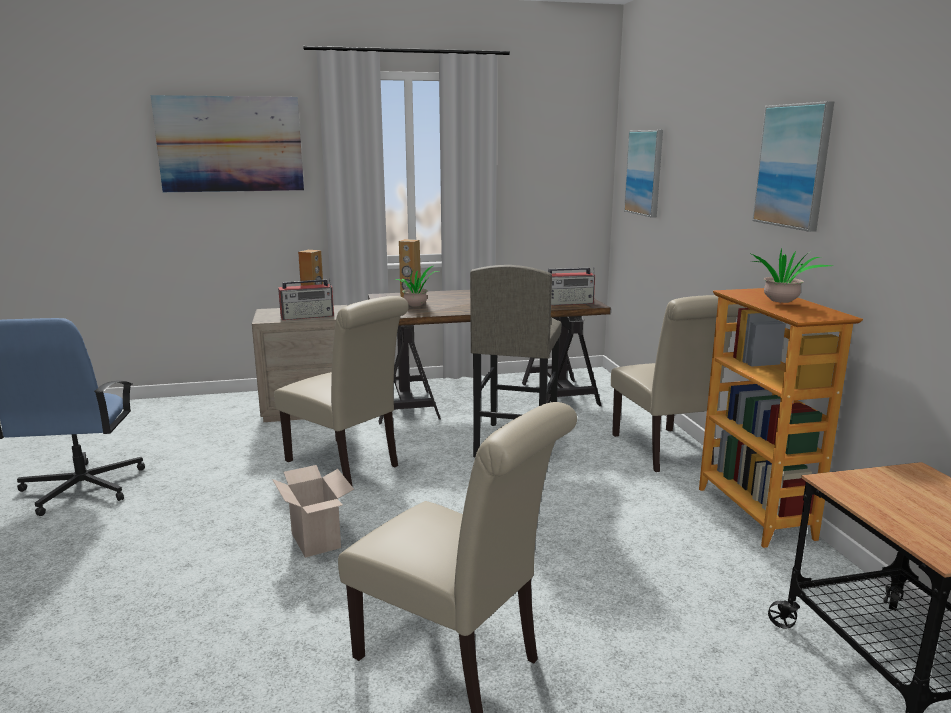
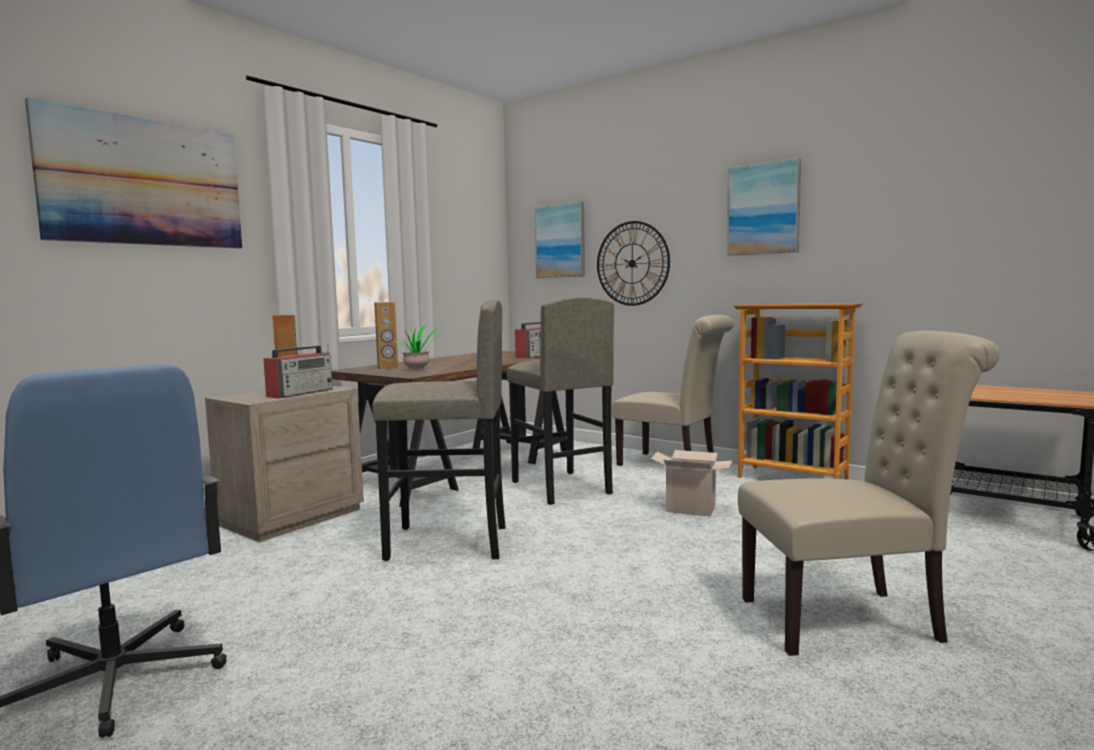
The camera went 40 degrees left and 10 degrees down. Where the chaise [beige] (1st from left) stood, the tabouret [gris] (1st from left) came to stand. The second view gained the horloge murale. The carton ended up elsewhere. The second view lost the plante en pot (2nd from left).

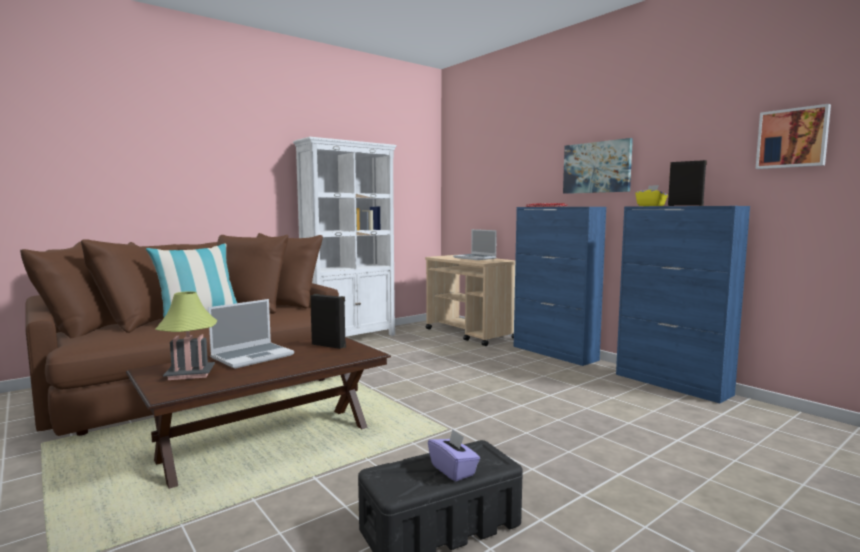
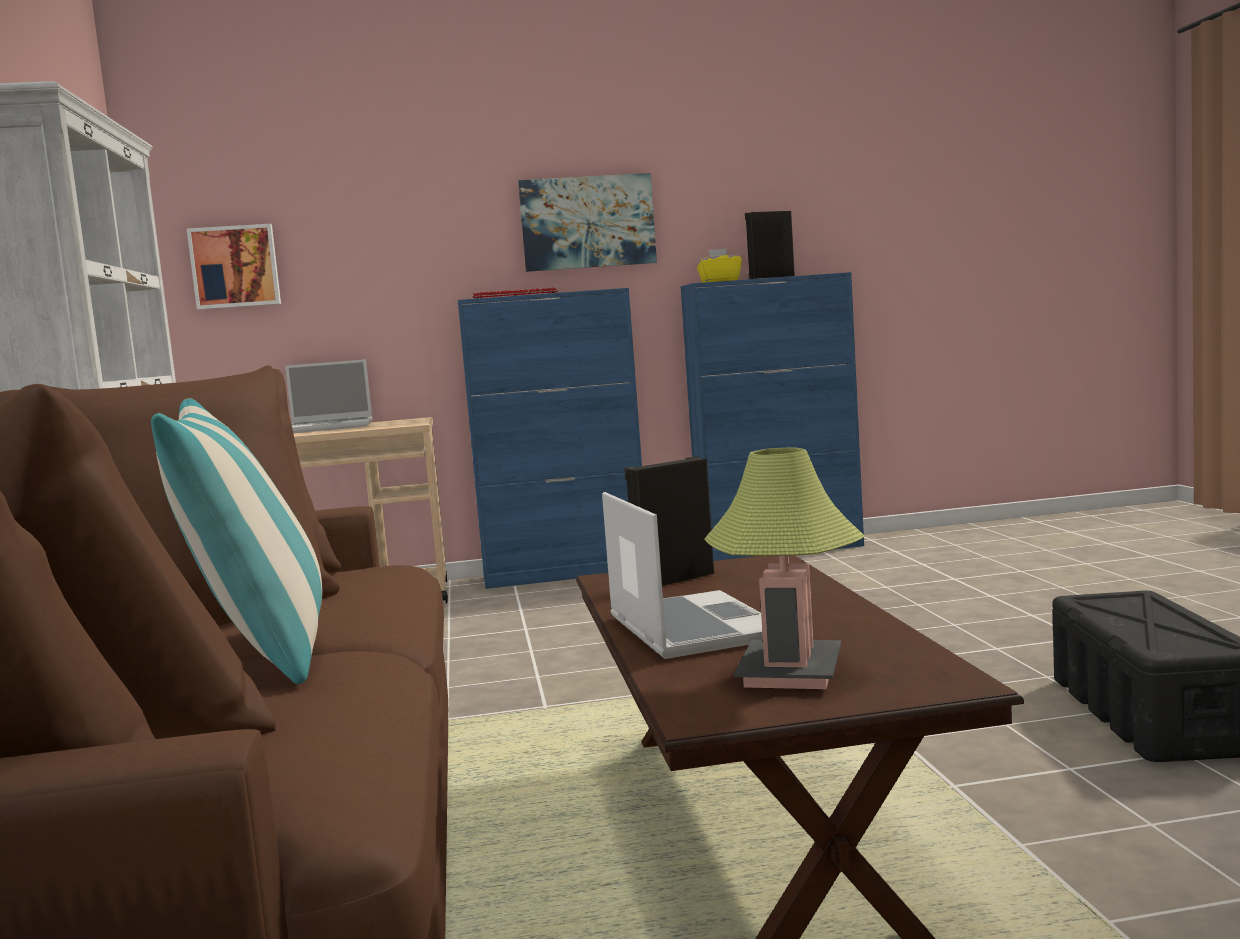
The camera went 60 degrees left and 0 degrees up. The tableau (2nd from left in the first image) ended up elsewhere. The second view lost the boîte à mouchoirs [violet].

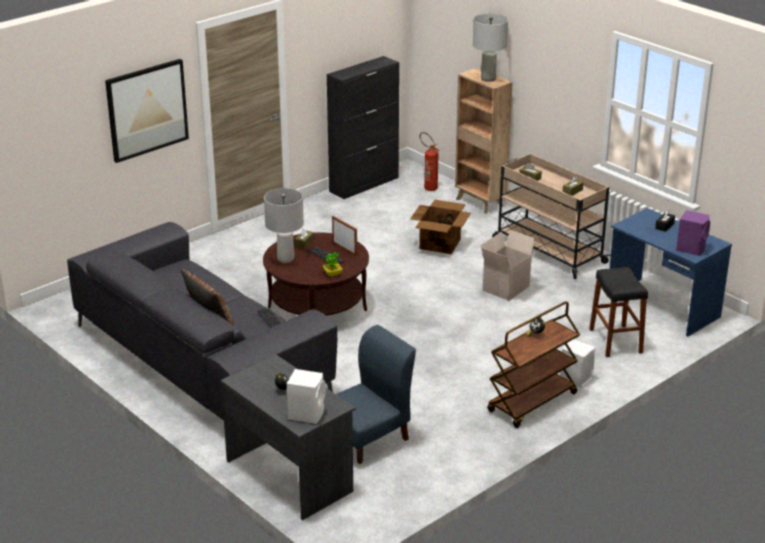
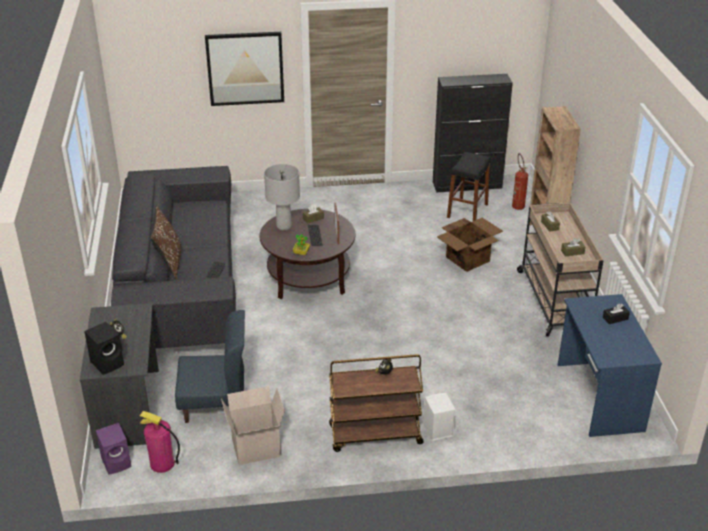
The camera went 35 degrees right and 5 degrees up. What was the enceinte [blanc] (1st from left) turned into the enceinte [noir]. The enceinte [violet] ended up elsewhere. The second view gained the extincteur (1st from left). The carton (2nd from left in the first image) ended up elsewhere. The tabouret [noir] ended up elsewhere. The second view lost the lampe de table [gris] (2nd from left).

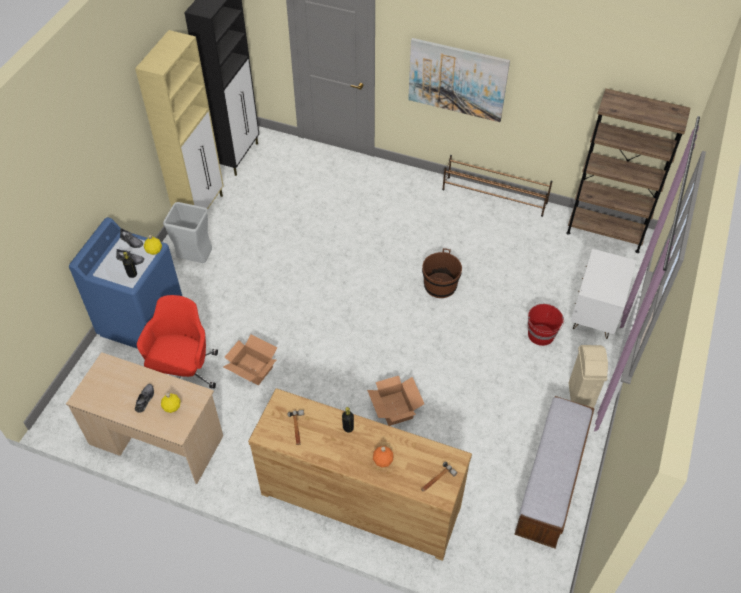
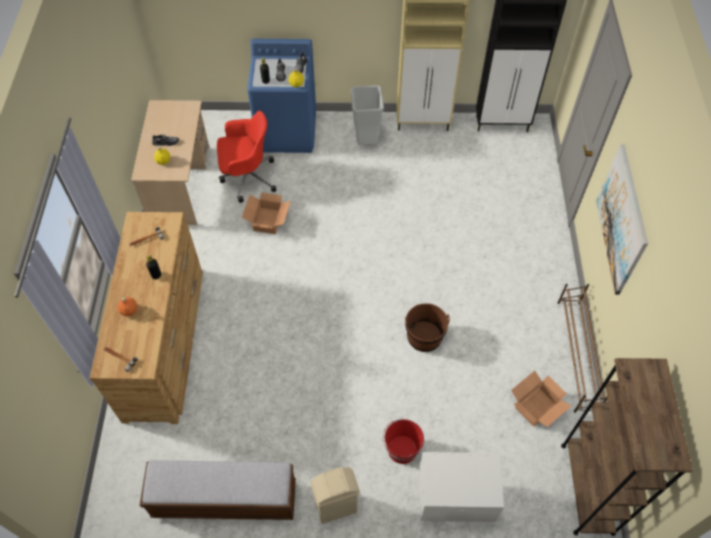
The camera went 70 degrees right and 5 degrees up. The carton (2nd from left) ended up elsewhere.

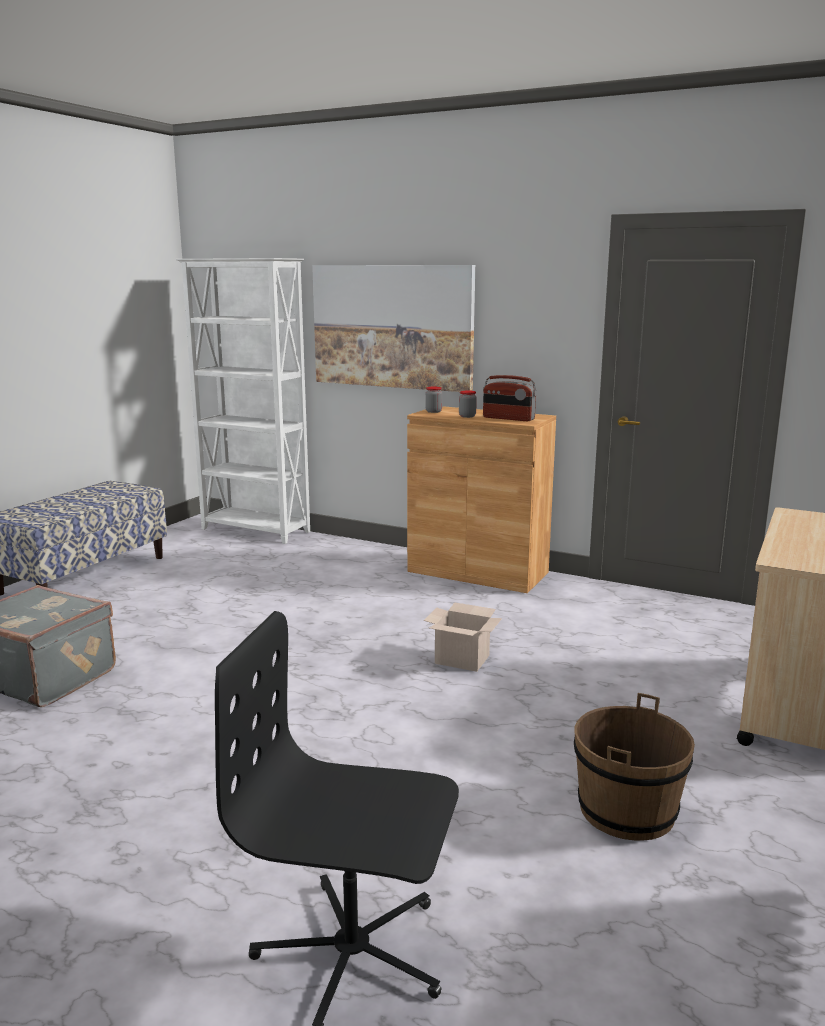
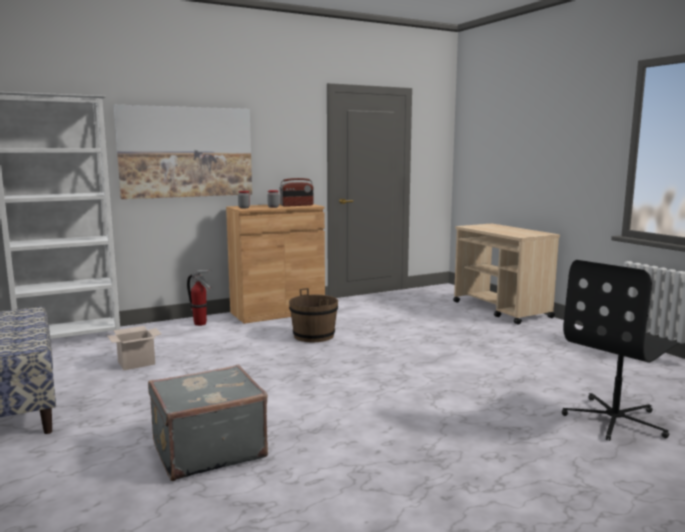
The camera went 55 degrees left and 5 degrees down. The carton ended up elsewhere. The second view gained the extincteur. The seau [marron] ended up elsewhere.

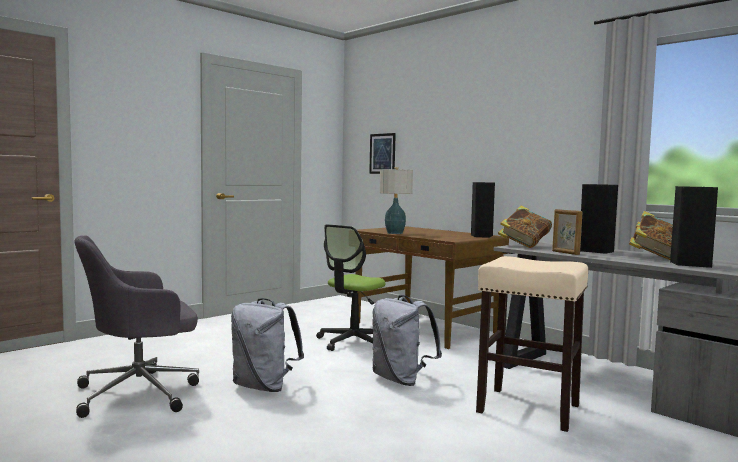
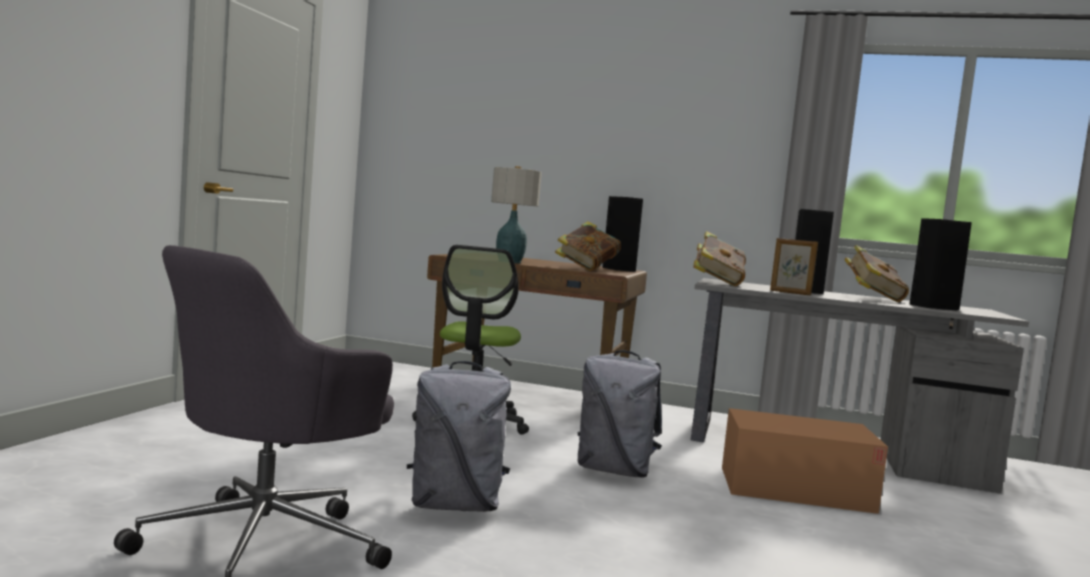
The camera went 30 degrees left and 0 degrees up. The second view gained the livre (1st from left). Where the tabouret [beige] stood, the carton came to stand. The second view lost the tableau.

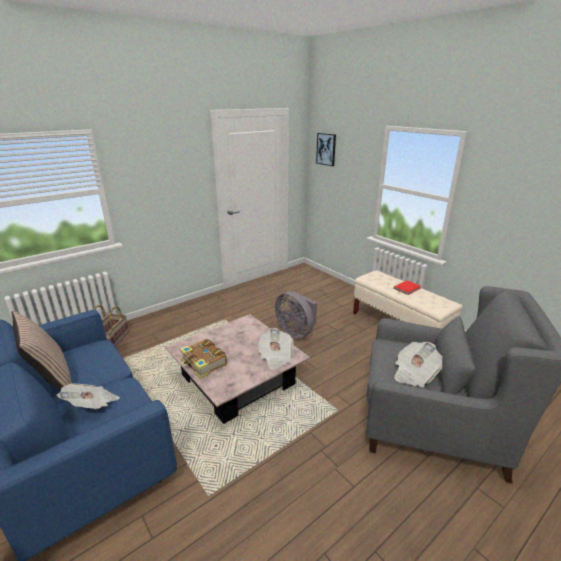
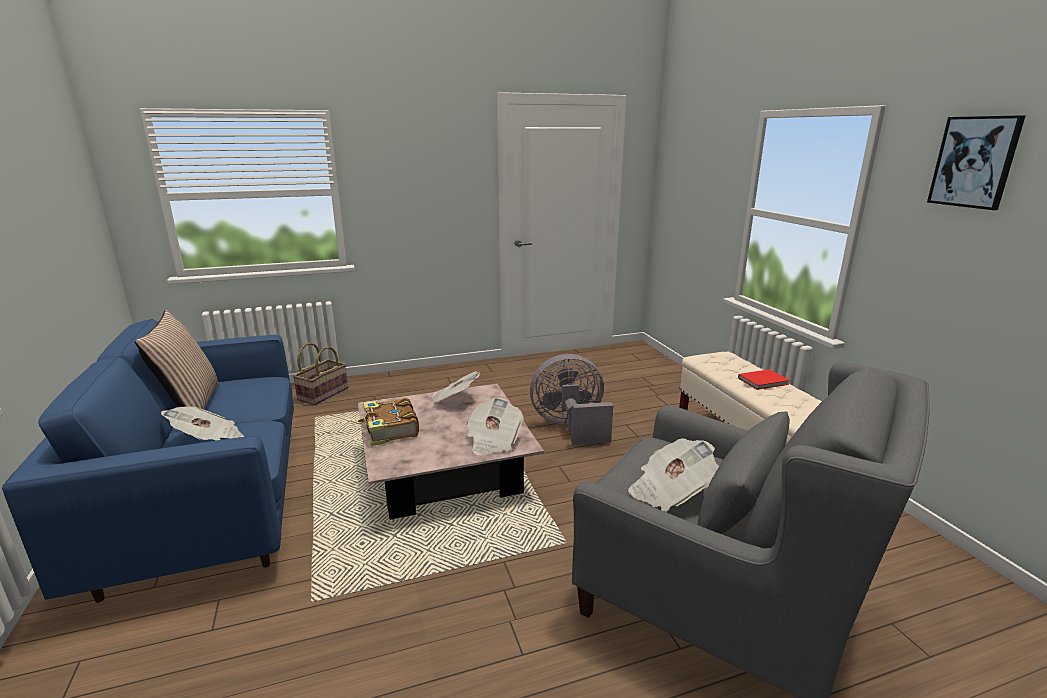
The camera went 20 degrees right and 5 degrees down. The second view gained the journal (2nd from left). The ventilateur [gris] ended up facing another way, 105 degrees clockwise from before. The tableau ended up elsewhere.

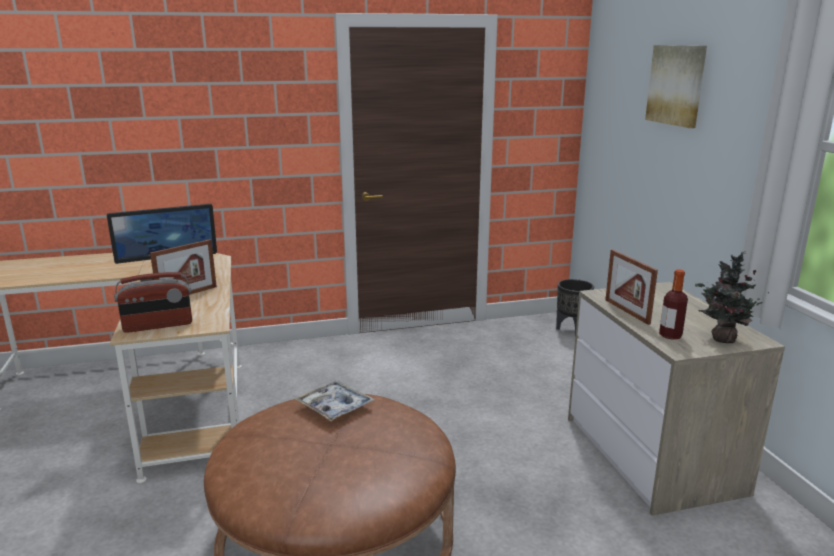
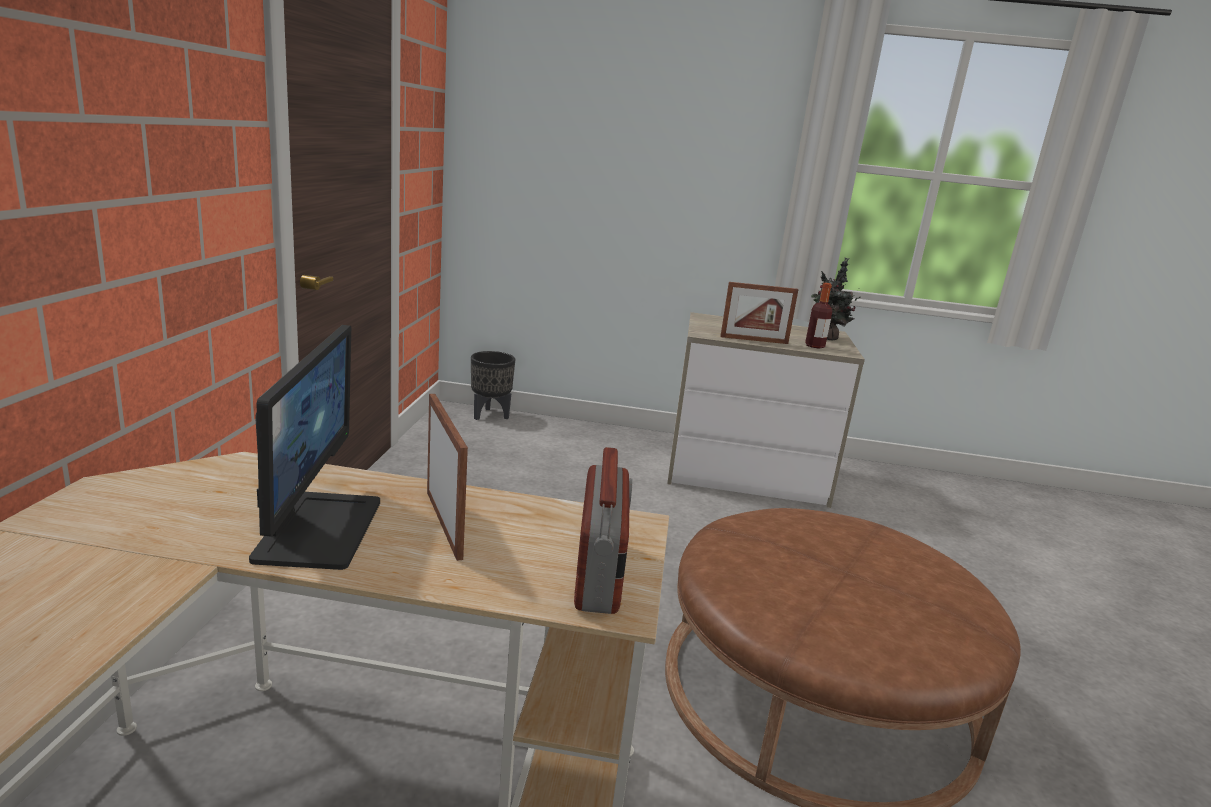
The camera went 70 degrees left and 0 degrees up. The second view lost the plateau. The second view lost the tableau.

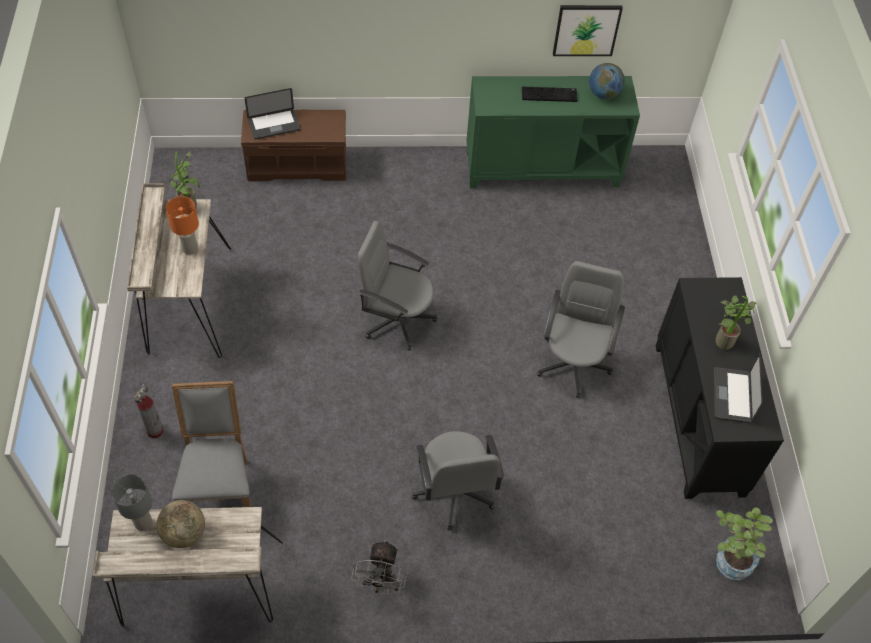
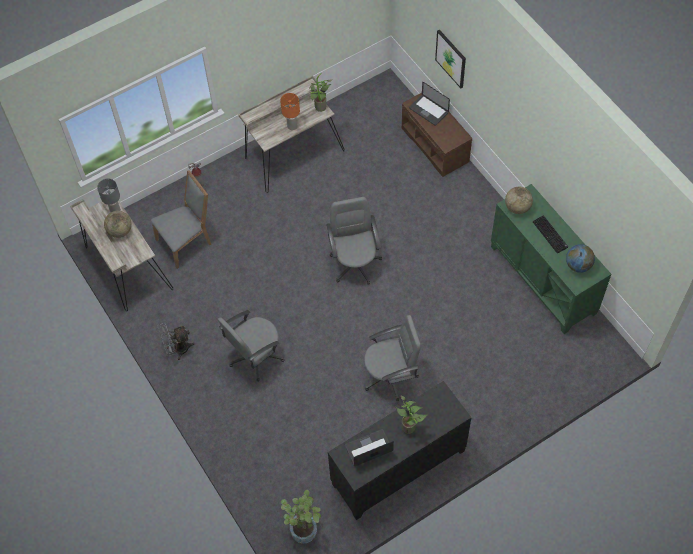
The camera went 65 degrees right and 5 degrees up. The tableau ended up elsewhere. The second view gained the globe (2nd from left).

